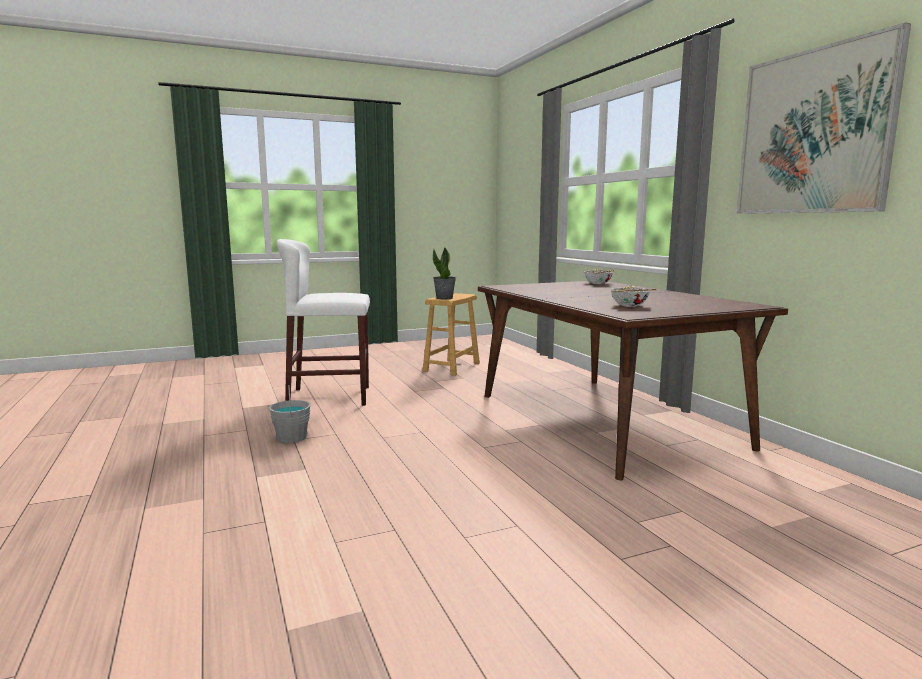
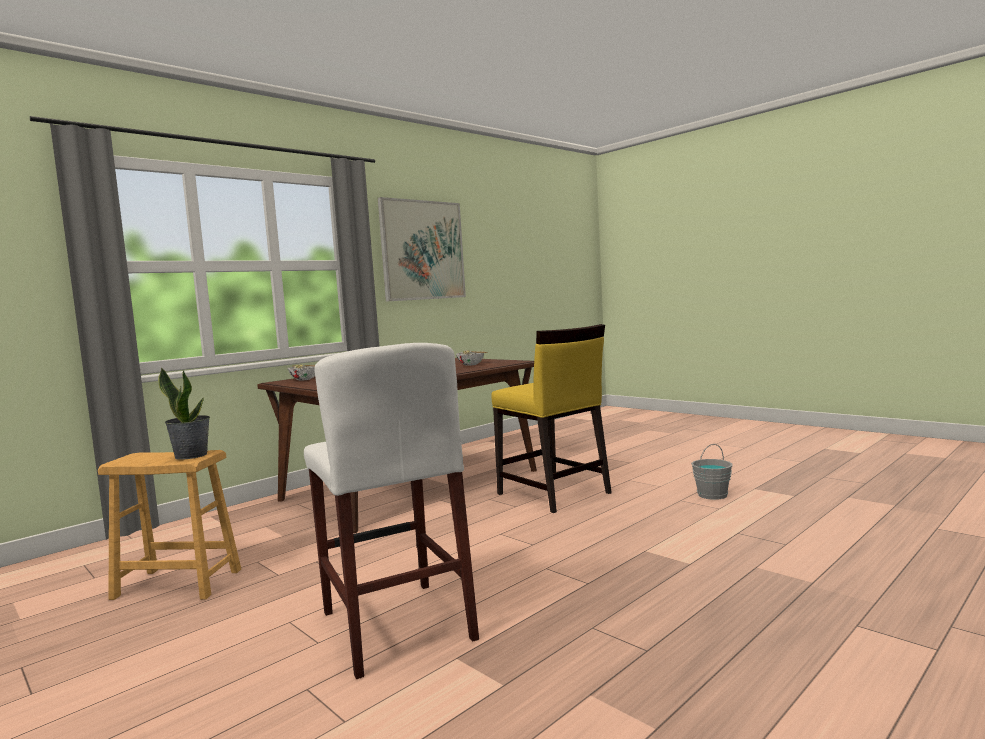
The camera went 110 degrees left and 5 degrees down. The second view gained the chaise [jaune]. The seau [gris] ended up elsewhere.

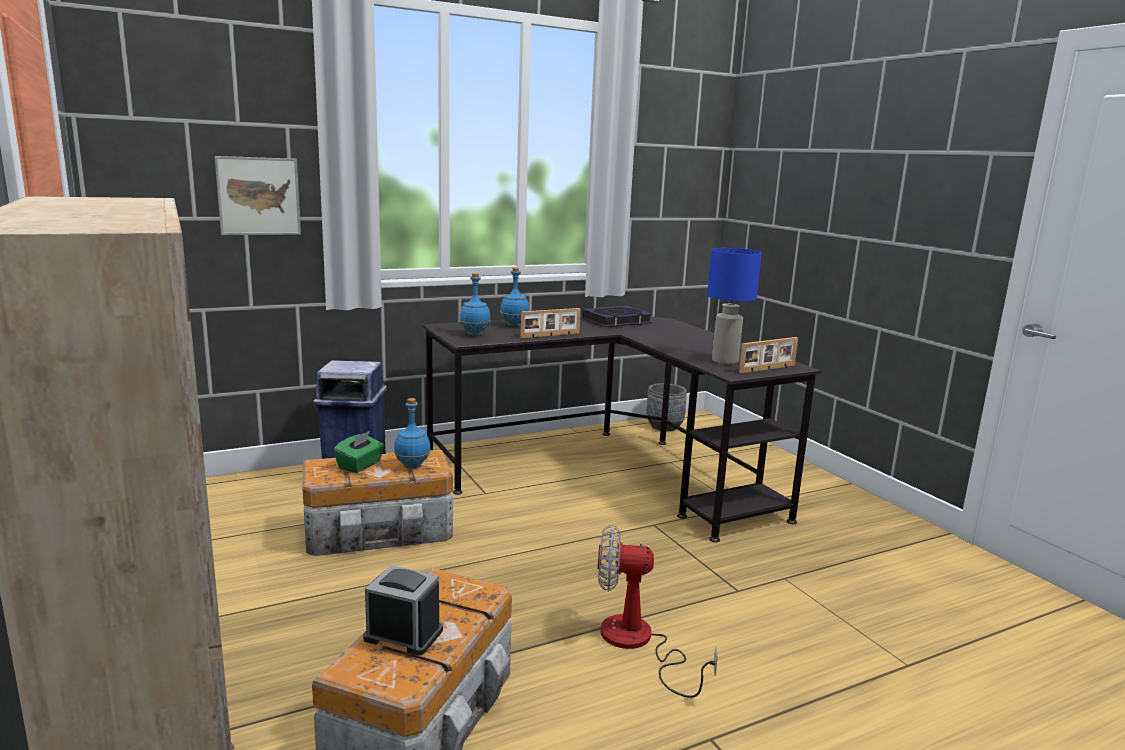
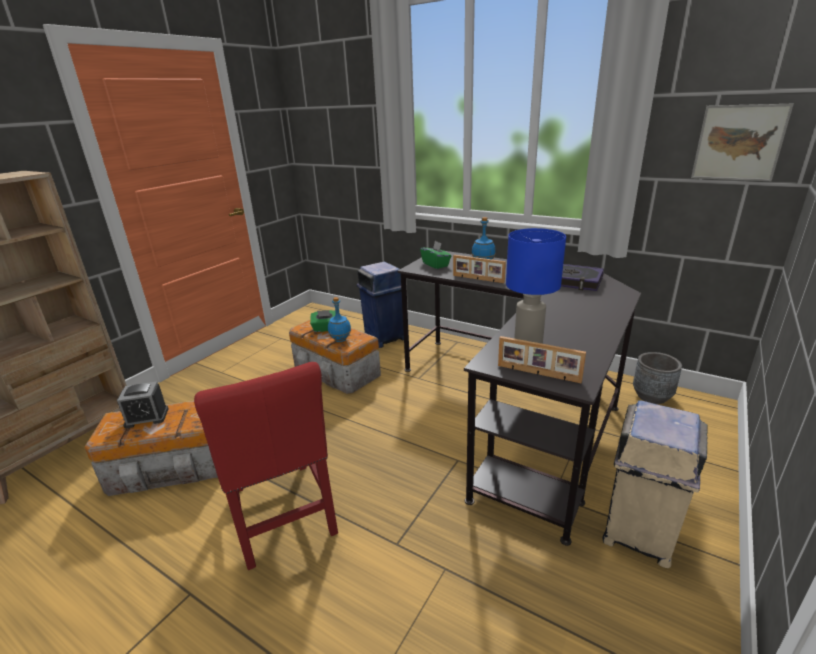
The camera went 60 degrees right and 10 degrees up. The réveil ended up facing another way, 90 degrees clockwise from before. Where the ventilateur stood, the chaise [rouge] came to stand. Where the bouteille [bleu] (2nd from left) stood, the boîte à mouchoirs [vert] (2nd from left) came to stand. The second view gained the poubelle [beige]. The tableau ended up elsewhere.

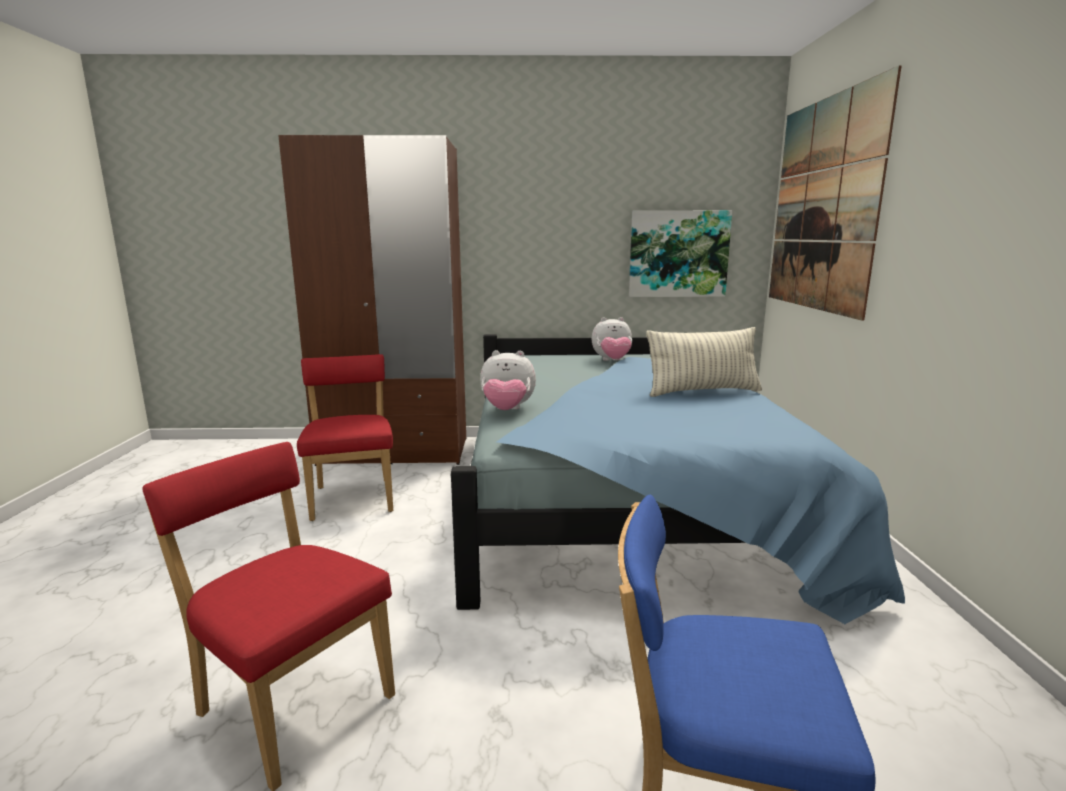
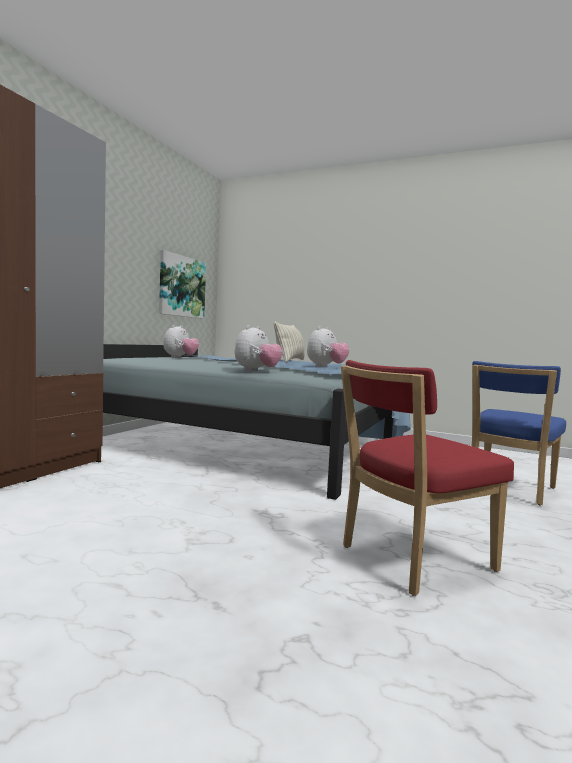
The camera went 65 degrees left and 10 degrees down. The second view gained the peluche (3rd from left). The second view lost the chaise [rouge] (2nd from left). The second view lost the tableau (2nd from left).

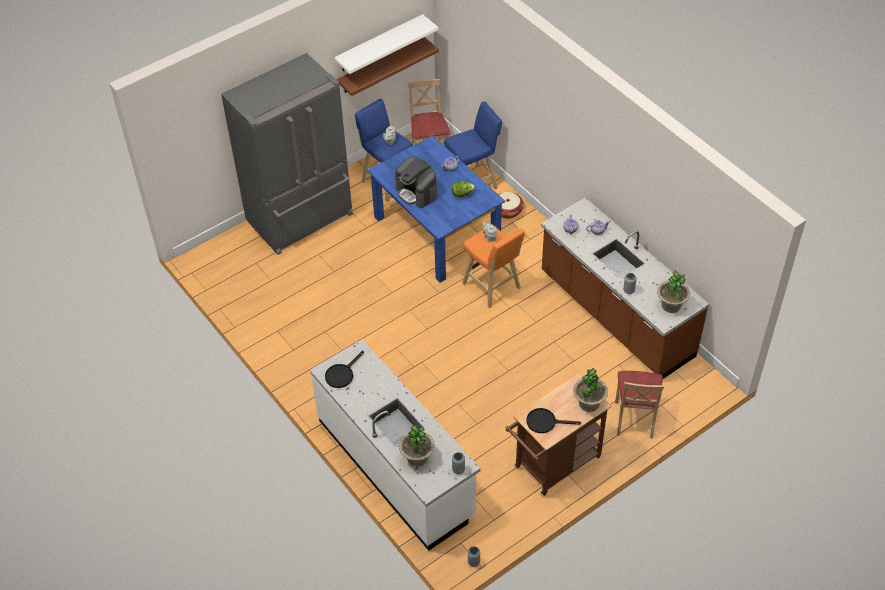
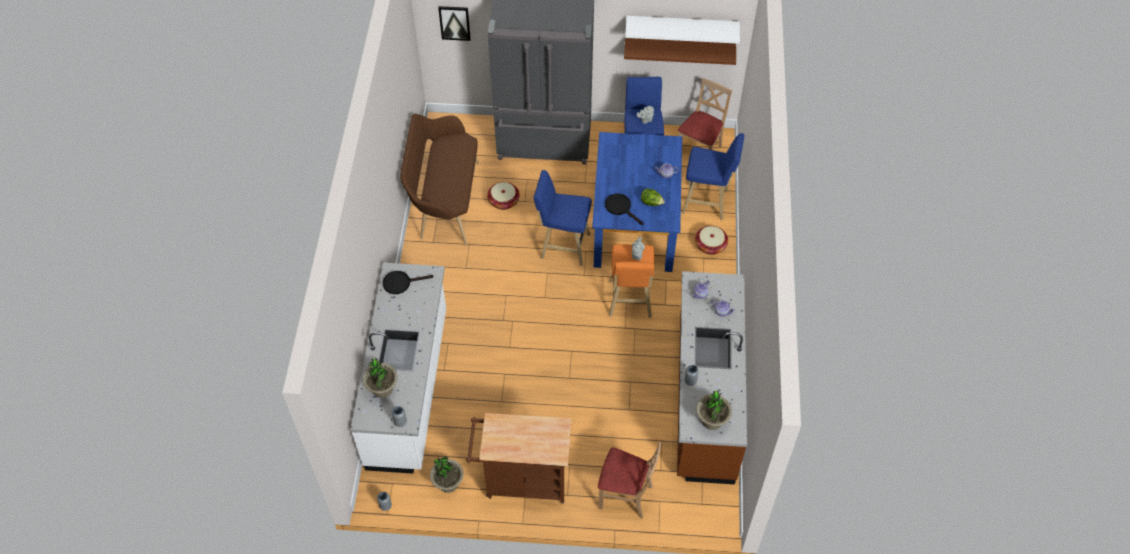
The camera went 40 degrees right and 5 degrees up. The second view gained the banc [marron]. The plante en pot (2nd from left) ended up elsewhere. The second view gained the tableau. The second view gained the panier (1st from left). The second view gained the tabouret [bleu] (1st from left). The chaise [beige] (2nd from left in the first image) ended up facing another way, 120 degrees counterclockwise from before. The poêle [noir] (2nd from left) ended up elsewhere. The second view lost the machine à café.

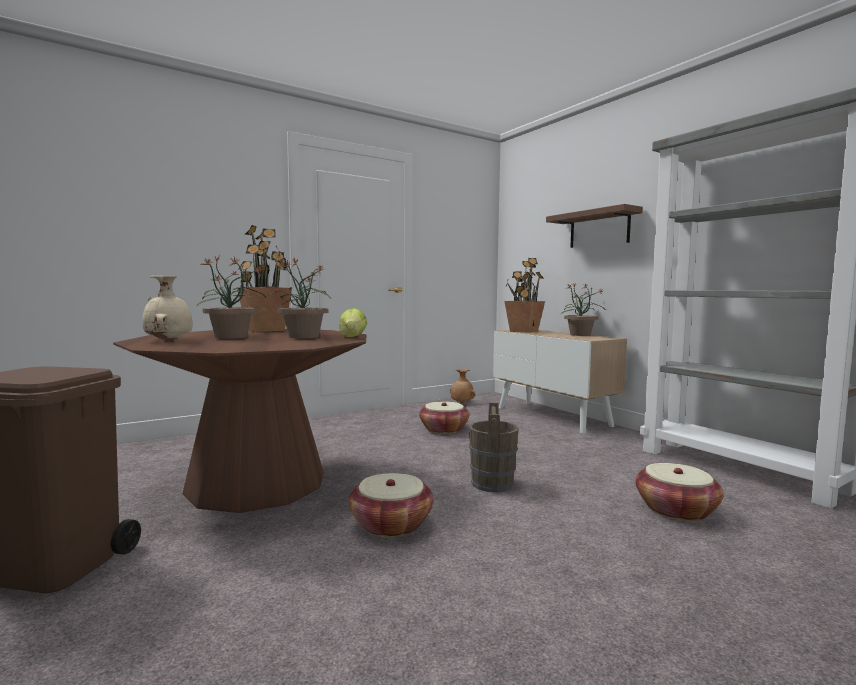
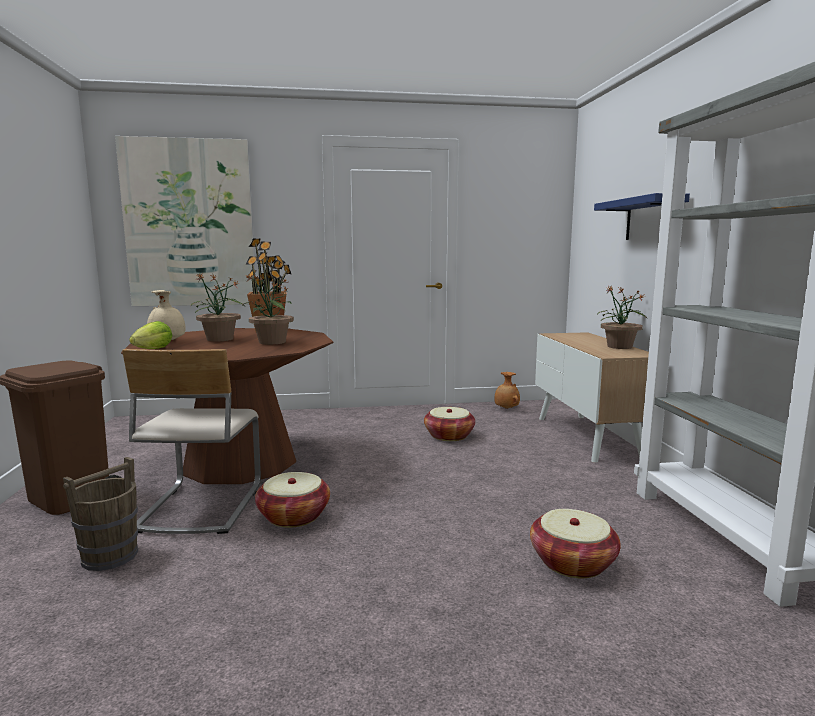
The camera went 25 degrees right and 5 degrees up. The seau [marron] ended up elsewhere. The second view gained the tableau. The second view gained the chaise [beige]. The laitue ended up elsewhere. What was the étagère [marron] turned into the étagère [bleu]. The second view lost the plante en pot (4th from left).

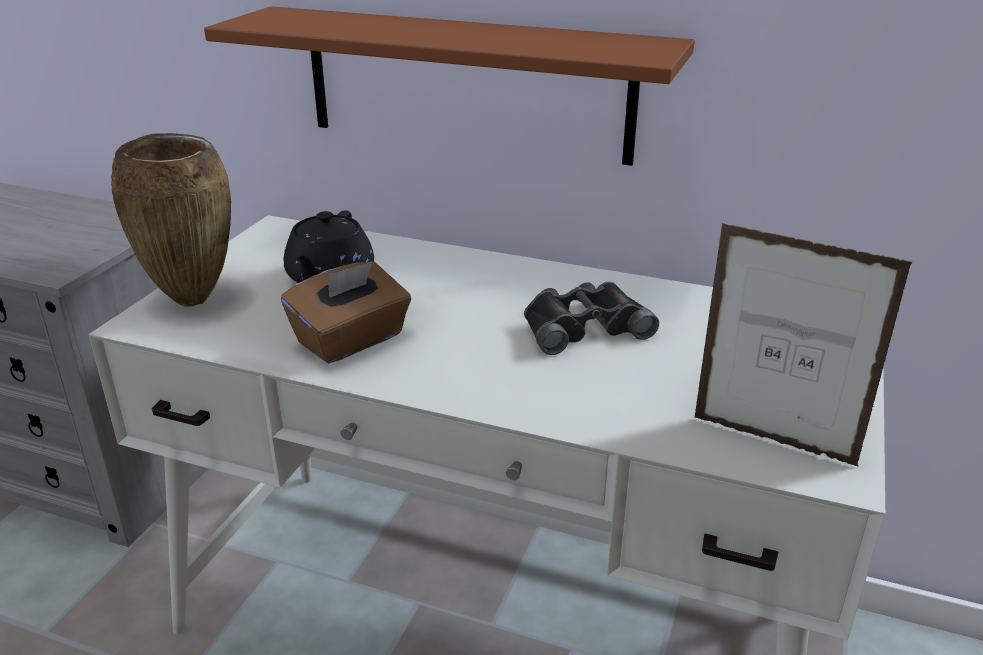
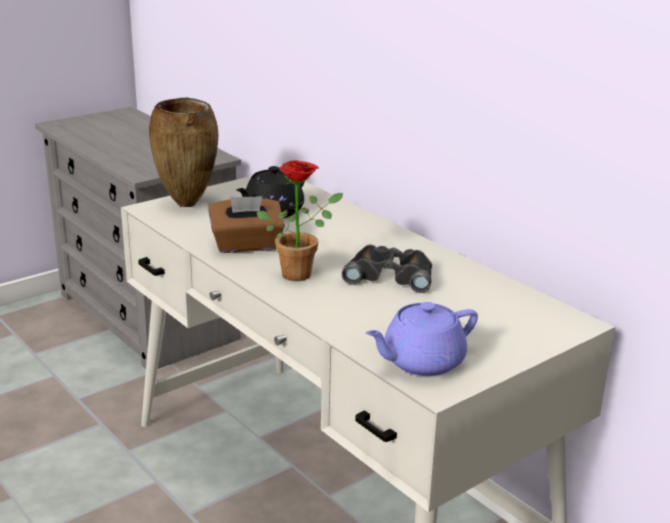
The camera went 30 degrees right and 5 degrees down. The second view gained the plante en pot. Where the cadre photo stood, the théière [violet] came to stand. The second view lost the étagère [marron].

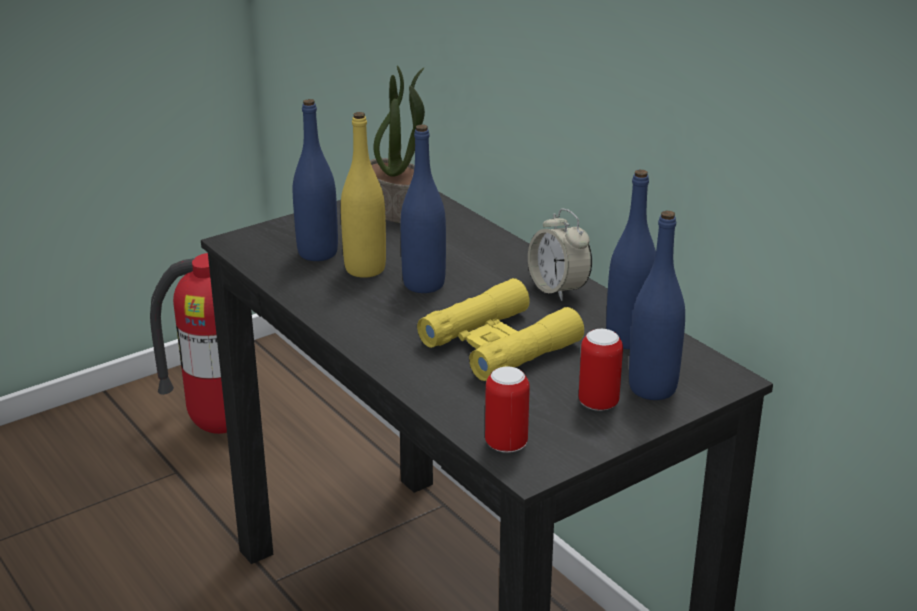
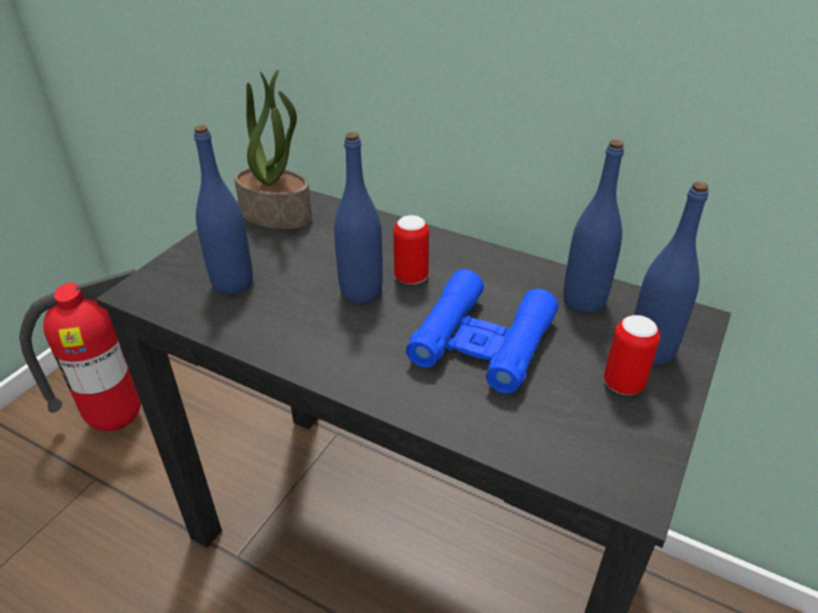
The camera went 25 degrees left and 10 degrees up. The boîte métallique (1st from left) ended up elsewhere. What was the jumelles [jaune] turned into the jumelles [bleu]. The second view lost the bouteille [jaune]. The second view lost the réveil.

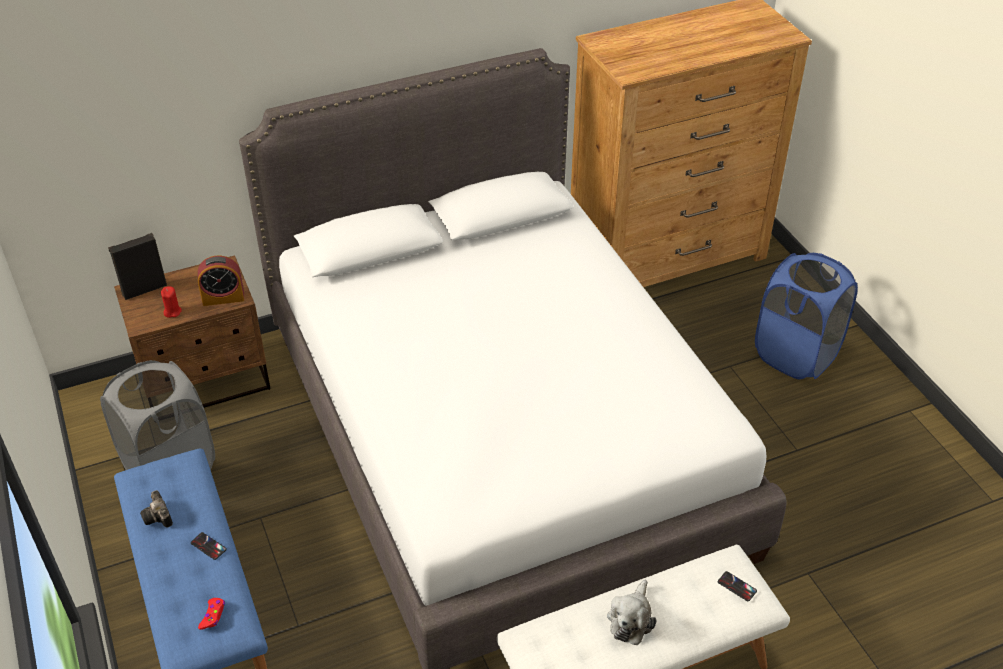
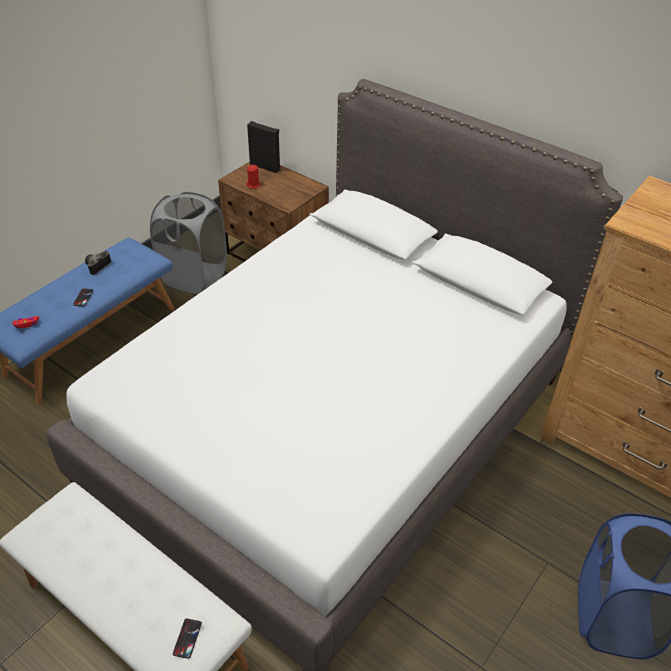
The camera went 60 degrees right and 0 degrees up. The second view lost the réveil. The second view lost the peluche.

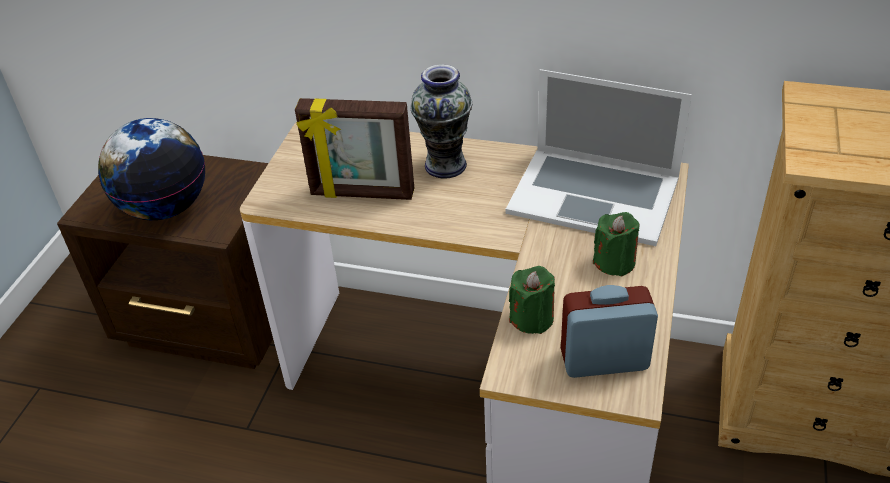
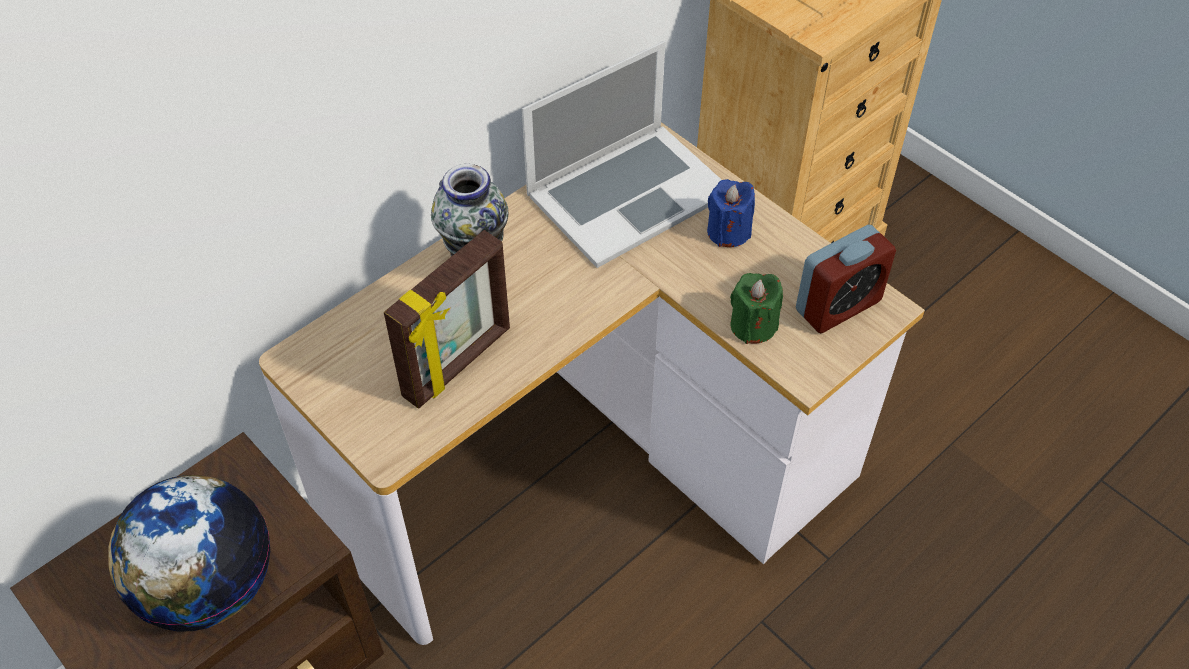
The camera went 60 degrees left and 10 degrees up. What was the bougie [vert] (2nd from left) turned into the bougie [bleu]. The réveil ended up facing another way, 150 degrees counterclockwise from before.

